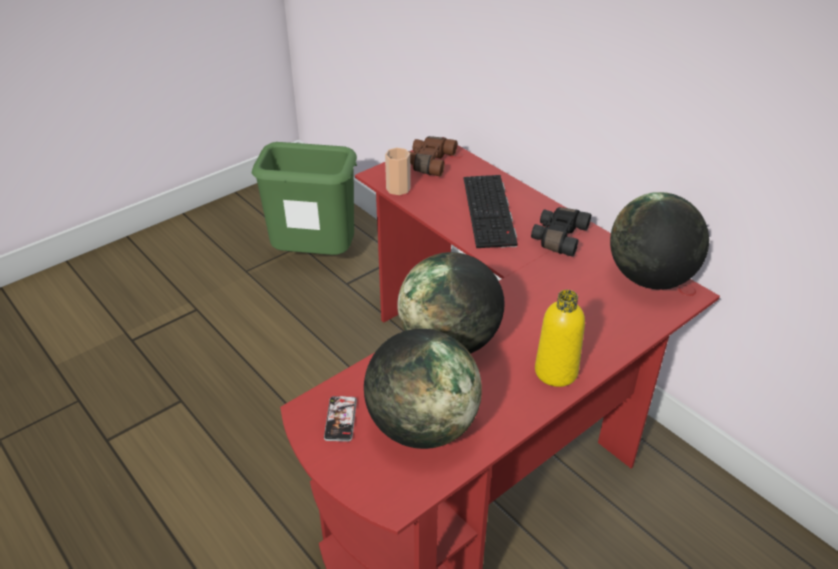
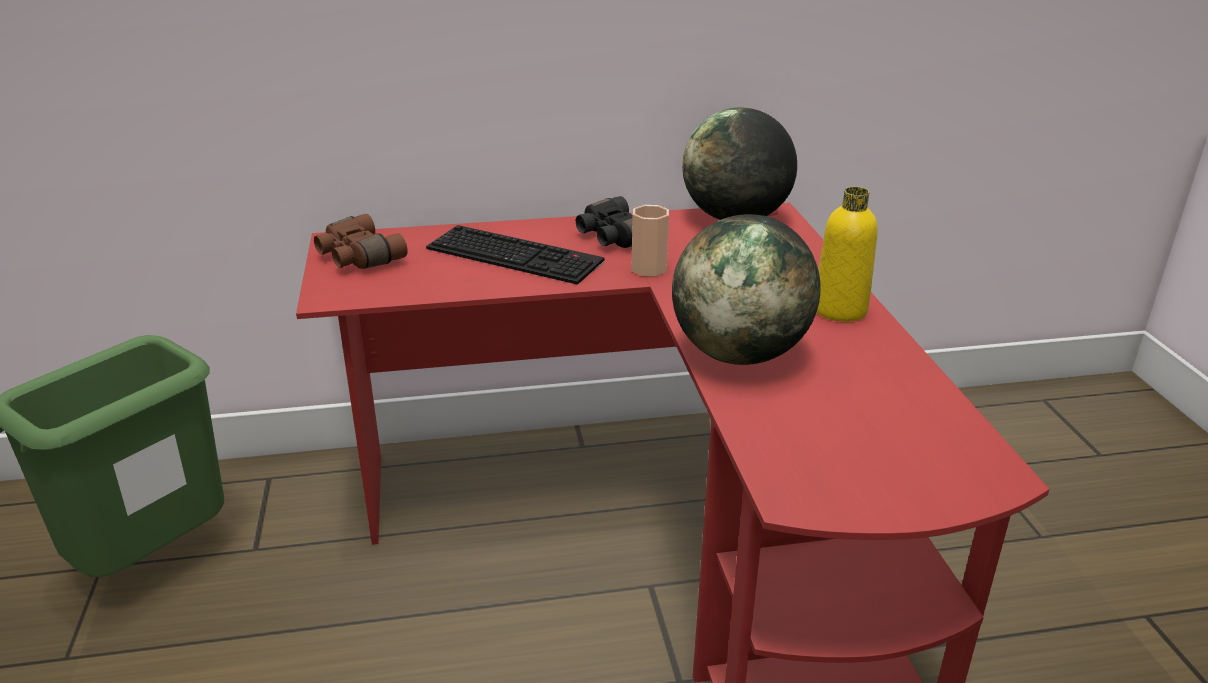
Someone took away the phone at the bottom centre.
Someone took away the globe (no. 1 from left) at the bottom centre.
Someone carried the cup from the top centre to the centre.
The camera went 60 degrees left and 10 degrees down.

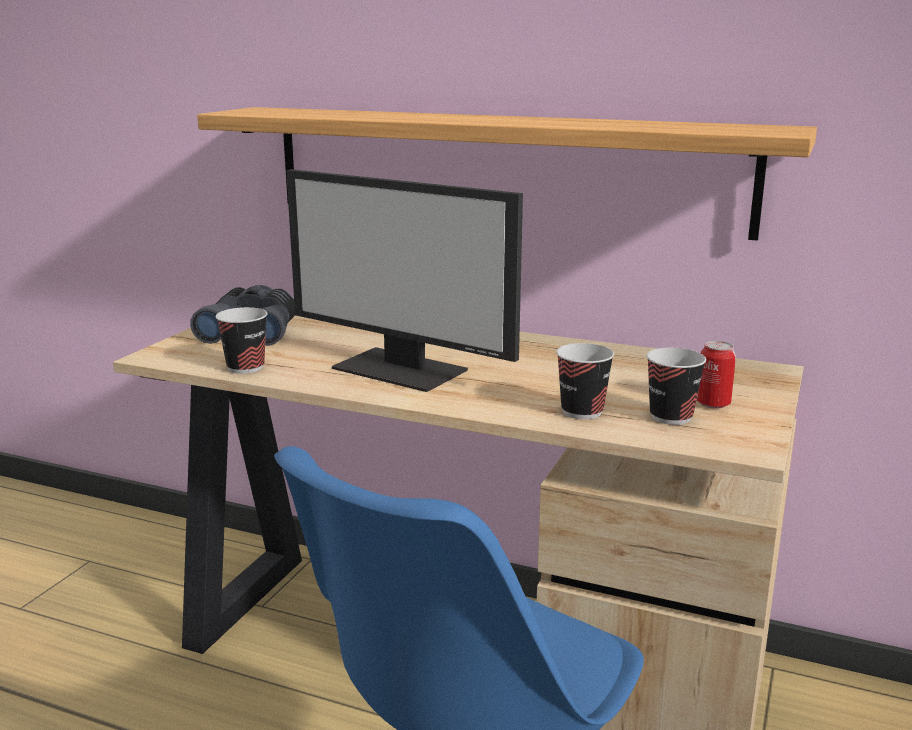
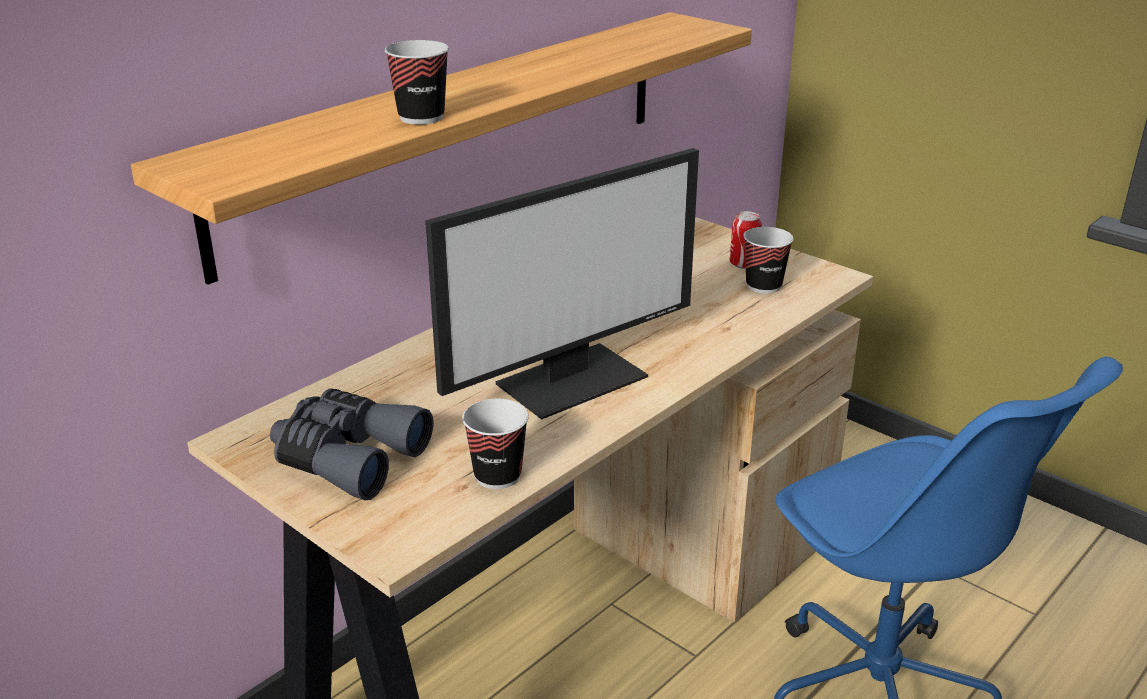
Someone carried the cup (no. 2 from left in the first image) from the centre to the top centre.
The camera went 70 degrees left and 10 degrees up.

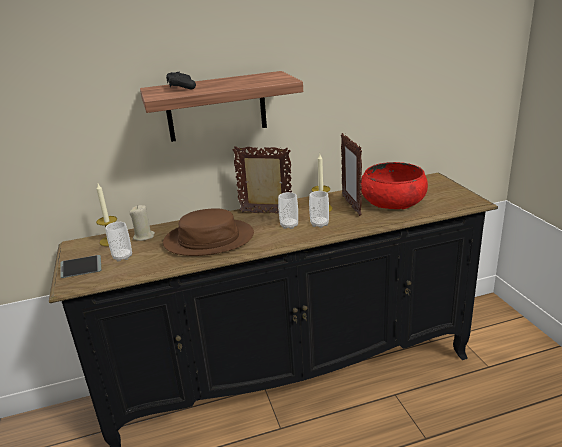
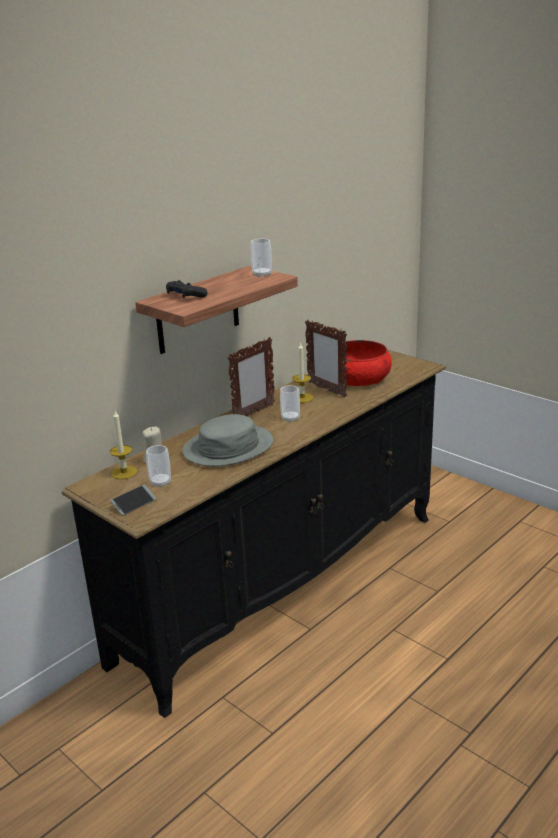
Someone carried the cup (no. 3 from left in the first image) from the centre to the top centre.
Someone repainted the brown hat at the centre, which became the grey hat at the centre.
Someone rotated the picture frame (no. 1 from left) at the centre by 150 degrees clockwise.
The camera went 30 degrees left and 0 degrees up.

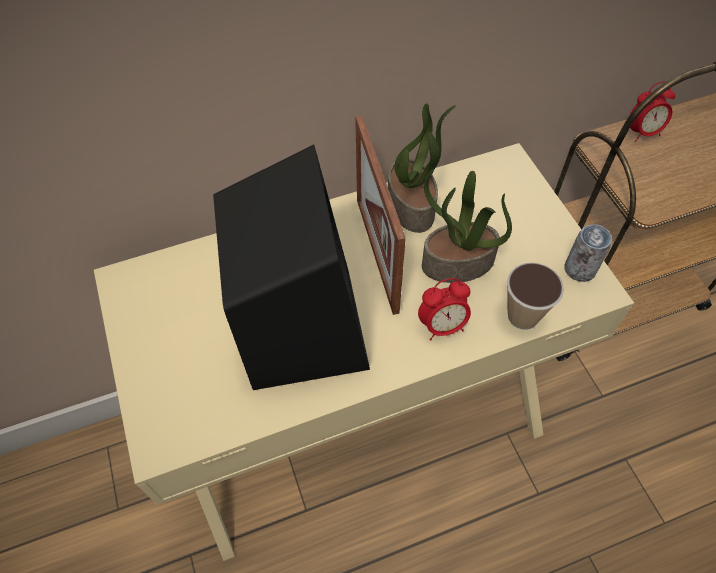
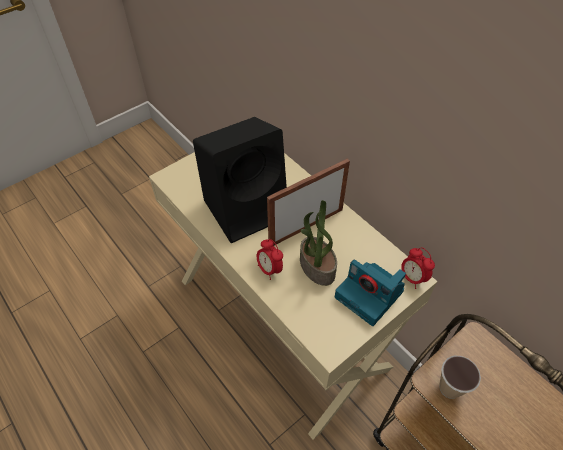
Someone took away the potted plant (no. 1 from left) at the top centre.
Someone took away the can at the middle right.
Someone put down the photo camera at the centre.
Someone carried the cup from the middle right to the bottom right.
Someone carried the alarm clock (no. 2 from left) from the top right to the middle right.
The camera went 70 degrees right and 5 degrees down.

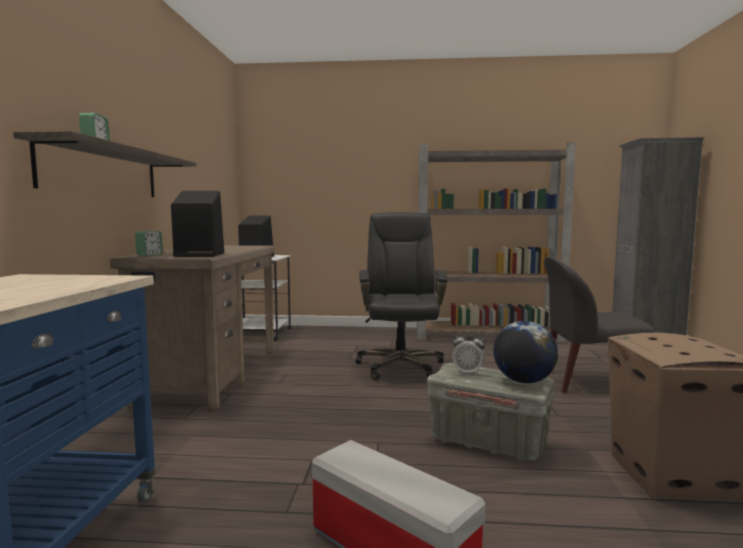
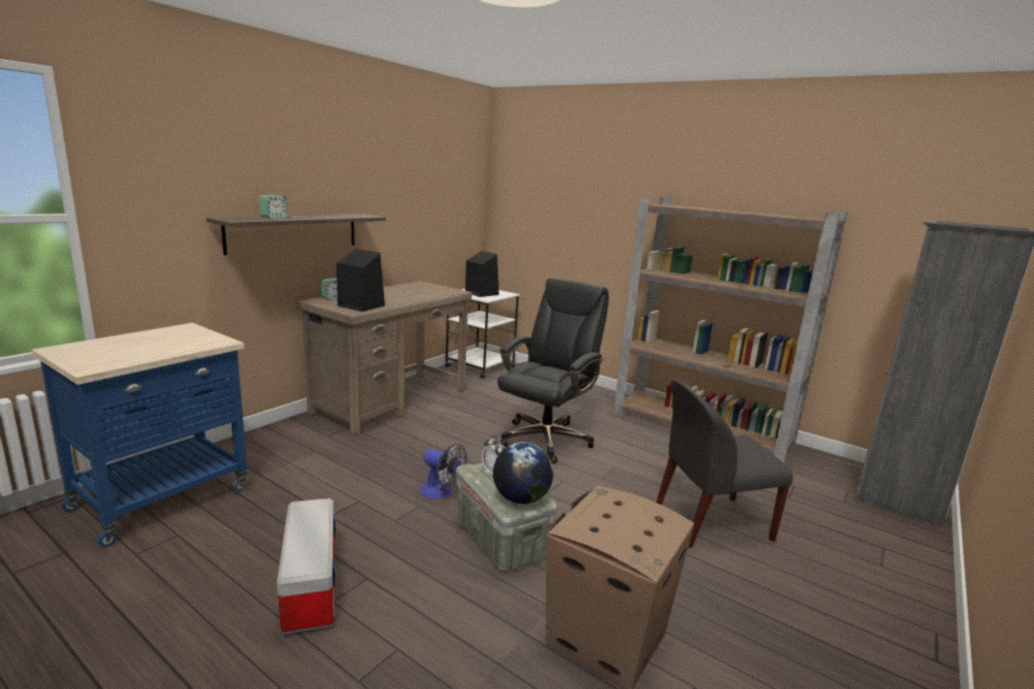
Someone put down the fan at the bottom centre.
Someone rotated the grey chair at the middle right by 45 degrees counterclockwise.
The camera went 30 degrees right and 10 degrees up.

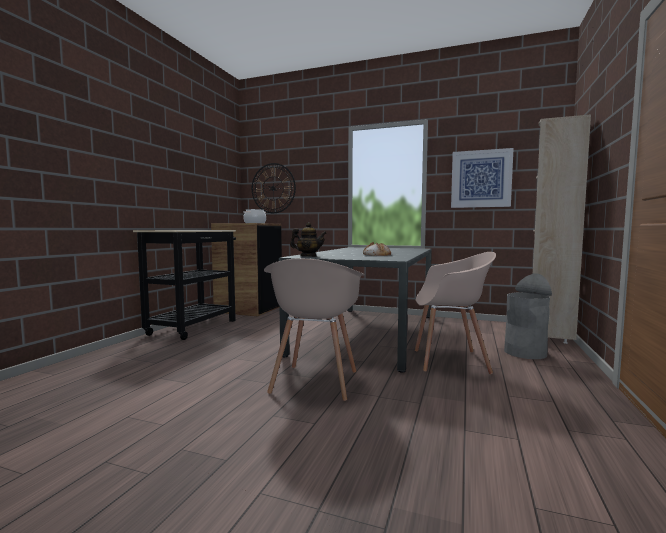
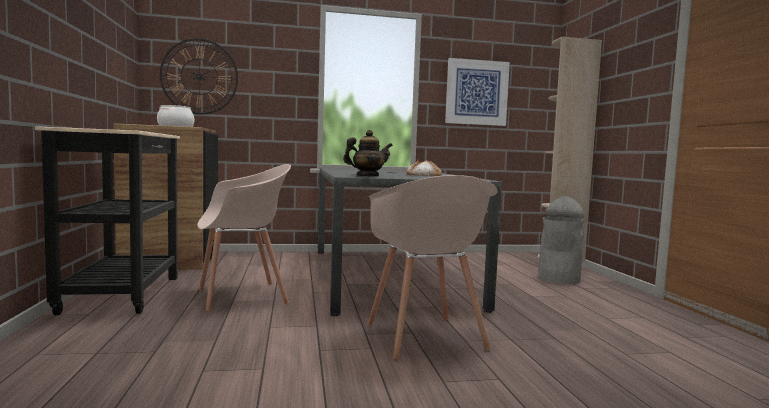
Someone carried the beige chair (no. 2 from left in the first image) from the middle right to the middle left.
The camera went 30 degrees left and 0 degrees up.

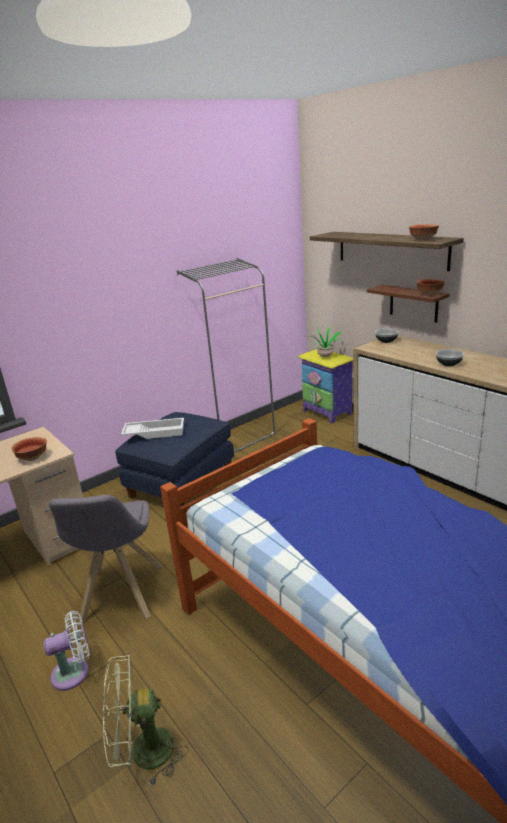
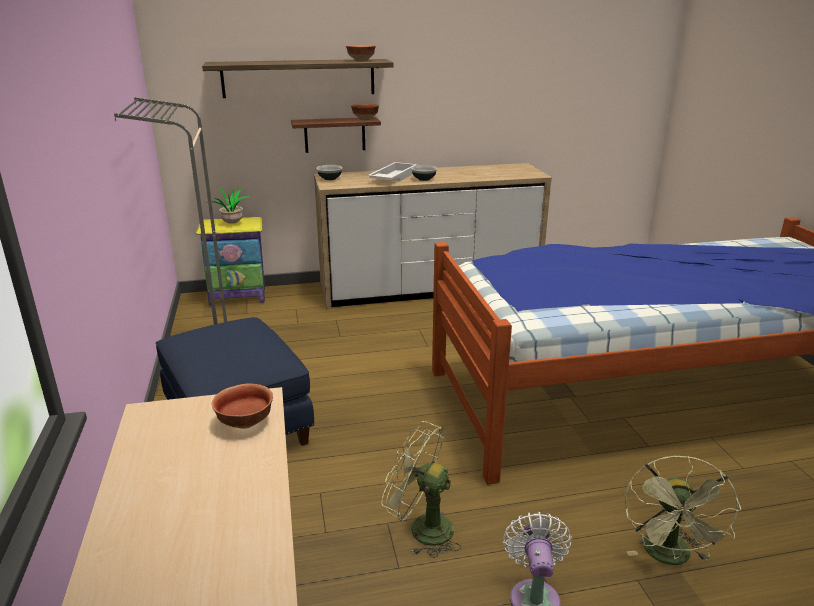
Someone carried the white tray from the middle left to the top centre.
Someone swapped the grey chair at the bottom left for the green fan (no. 1 from left) at the bottom centre.
The camera went 65 degrees left and 0 degrees up.

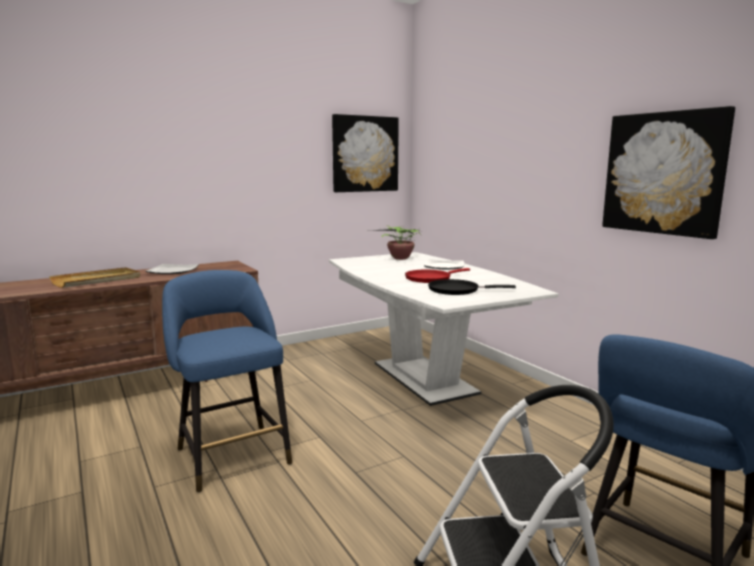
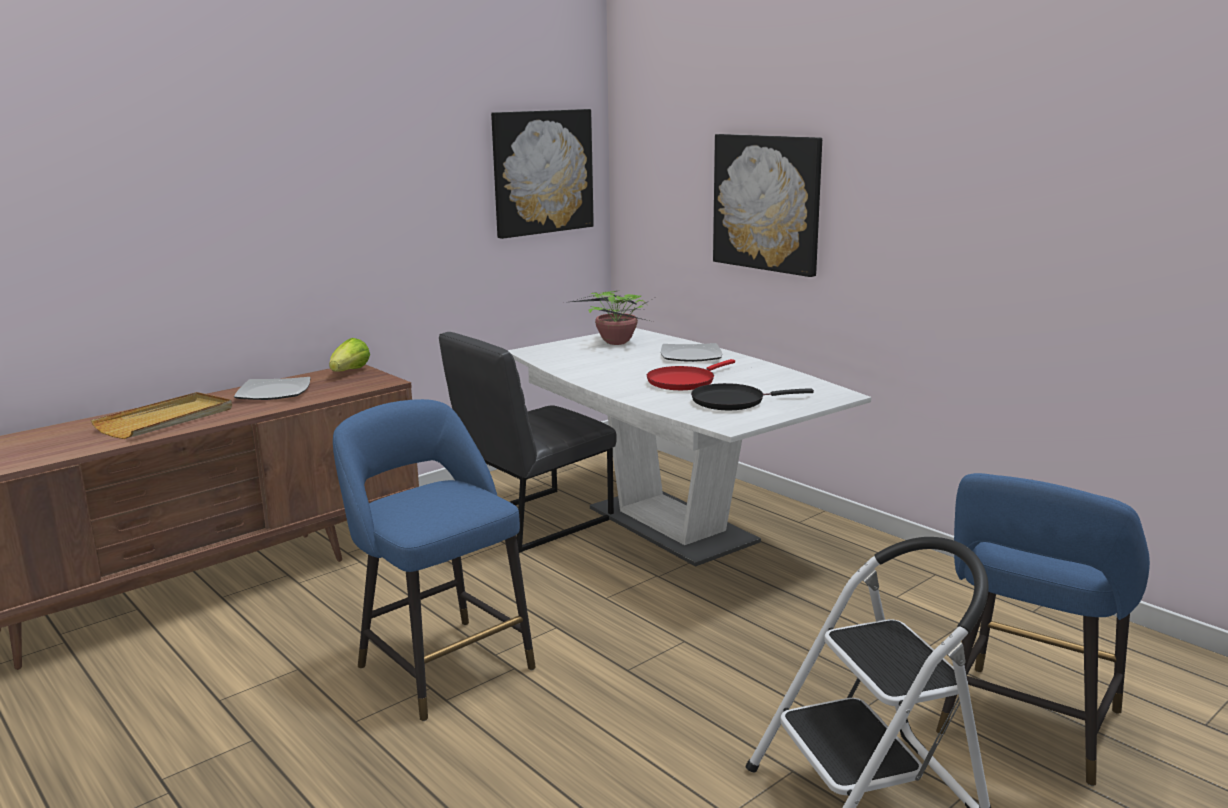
Someone put down the lettuce at the middle left.
Someone put down the grey chair at the centre.
Someone carried the picture (no. 2 from left) from the top right to the top centre.
The camera went 10 degrees left and 5 degrees up.

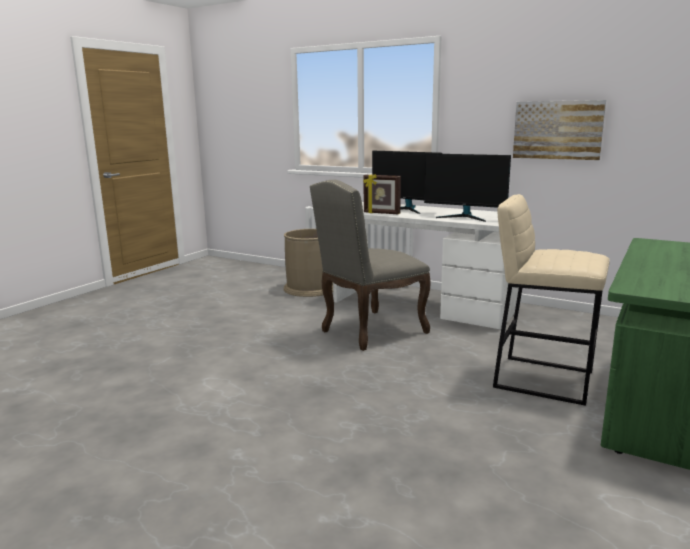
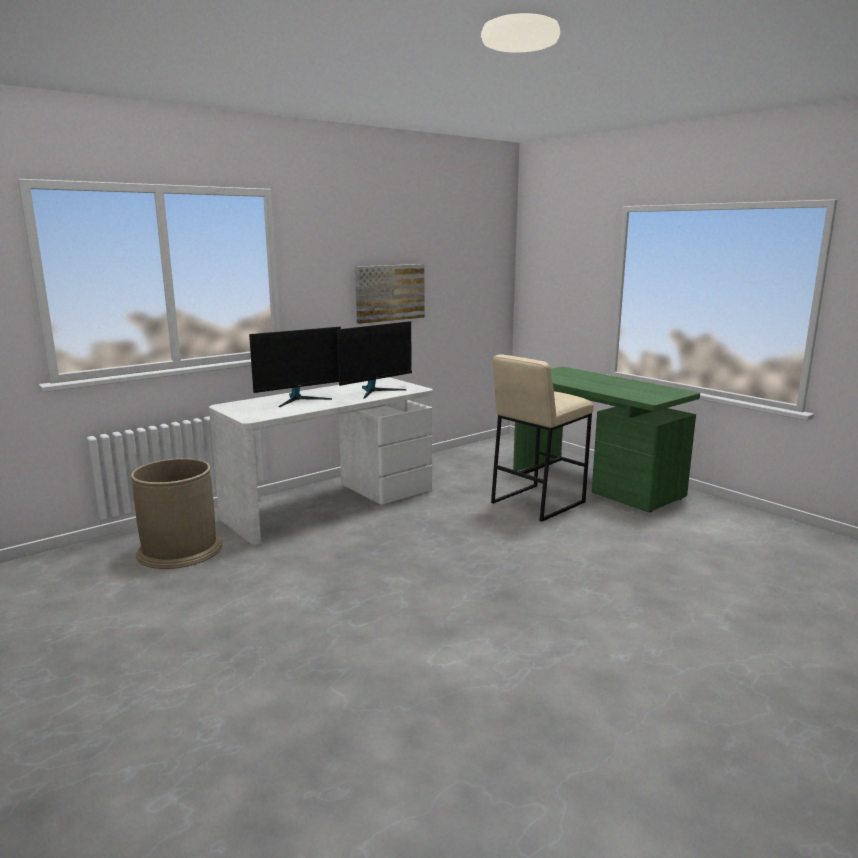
Someone took away the grey chair at the centre.
Someone took away the picture frame at the centre.
The camera went 70 degrees left and 0 degrees up.

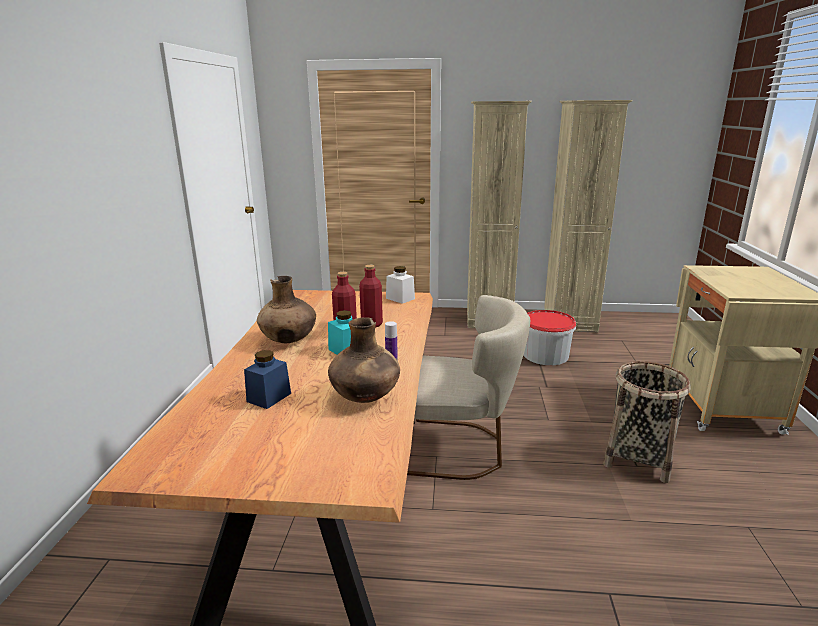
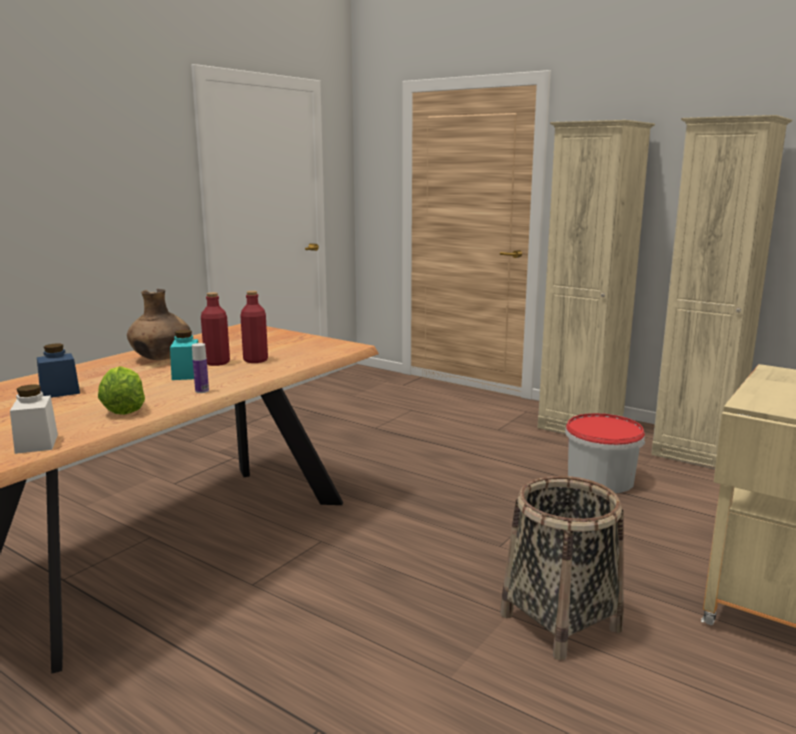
Someone took away the beige chair at the centre.
Someone carried the white jar from the centre to the middle left.
Someone swapped the brown vase (no. 2 from left) at the centre for the lettuce at the middle left.
The camera went 30 degrees right and 5 degrees down.

